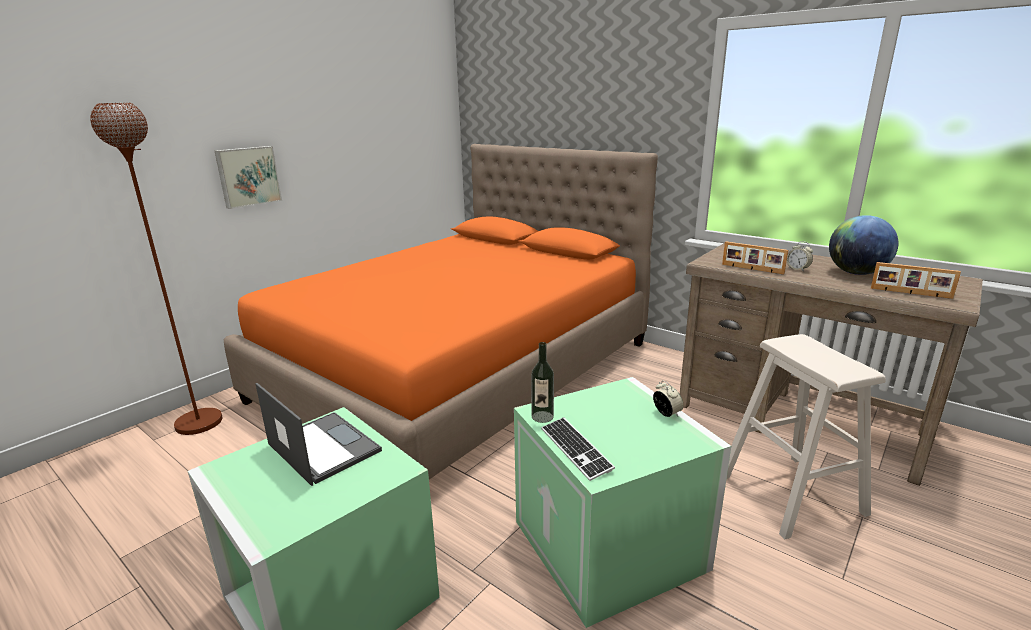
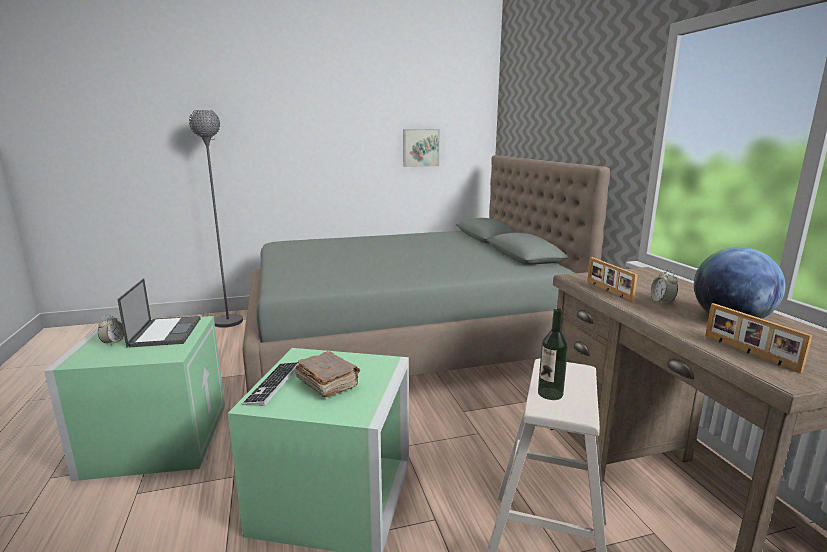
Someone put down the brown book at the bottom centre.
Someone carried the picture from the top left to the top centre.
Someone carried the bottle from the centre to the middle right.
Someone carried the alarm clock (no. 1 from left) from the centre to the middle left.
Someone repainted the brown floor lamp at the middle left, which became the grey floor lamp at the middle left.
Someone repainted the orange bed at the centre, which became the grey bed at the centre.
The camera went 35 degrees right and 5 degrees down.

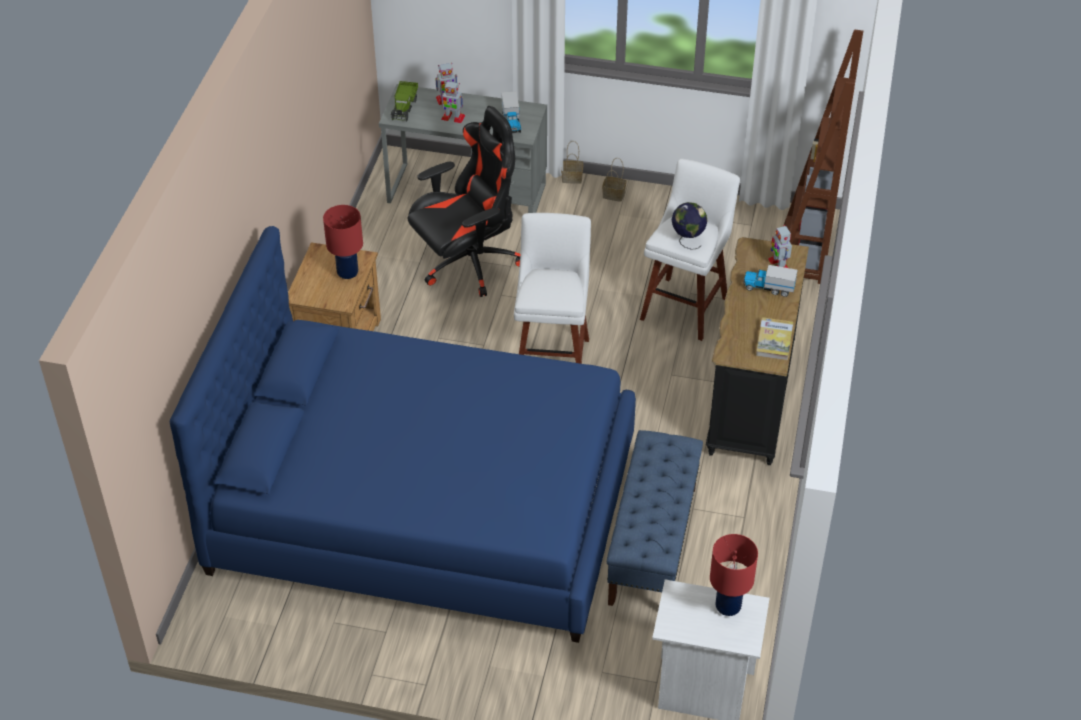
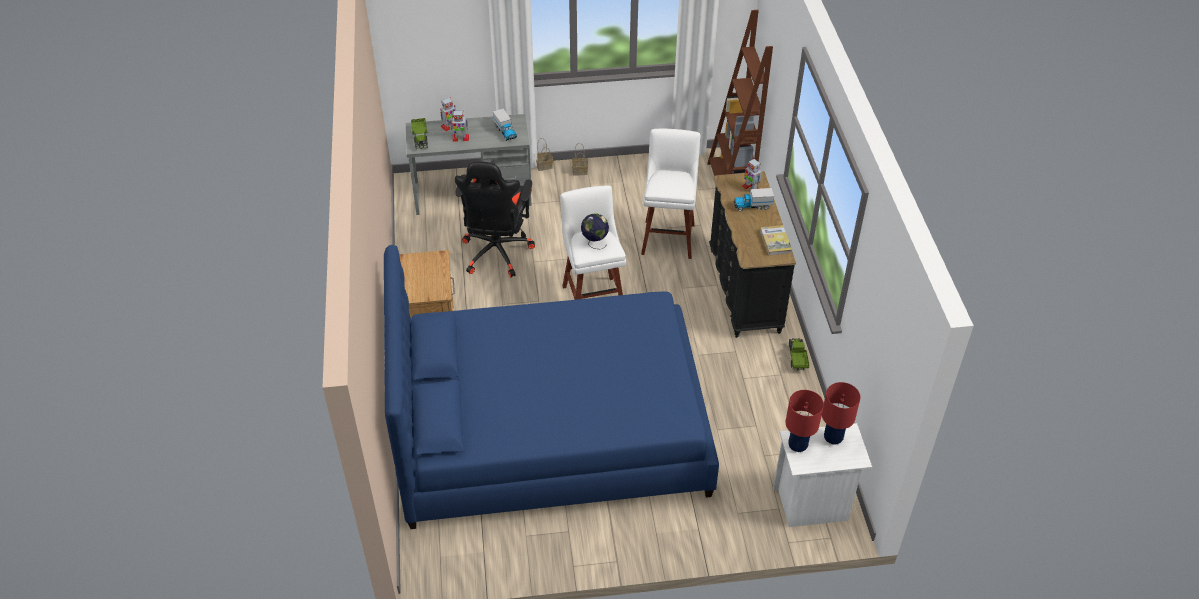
Someone took away the blue bench at the bottom centre.
Someone put down the toy truck (no. 4 from left) at the centre.
Someone carried the red table lamp (no. 1 from left) from the middle left to the bottom right.
Someone carried the globe from the top centre to the centre.
Someone rotated the black office chair at the top centre by 150 degrees clockwise.
The camera went 20 degrees left and 0 degrees up.

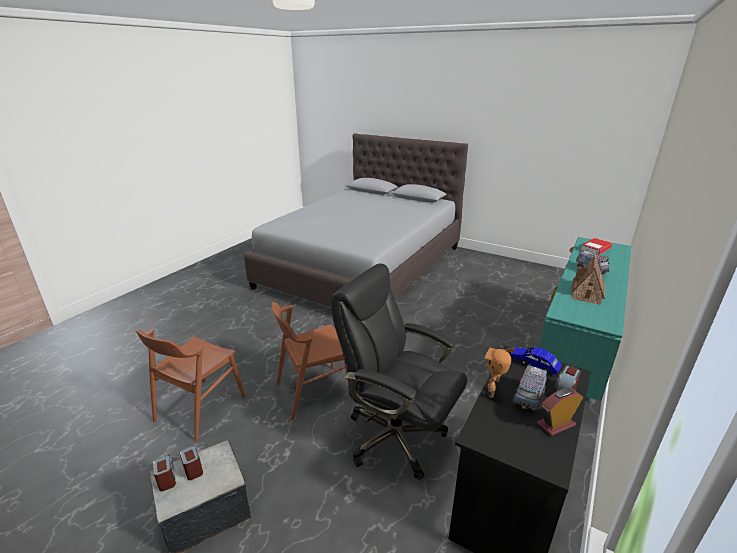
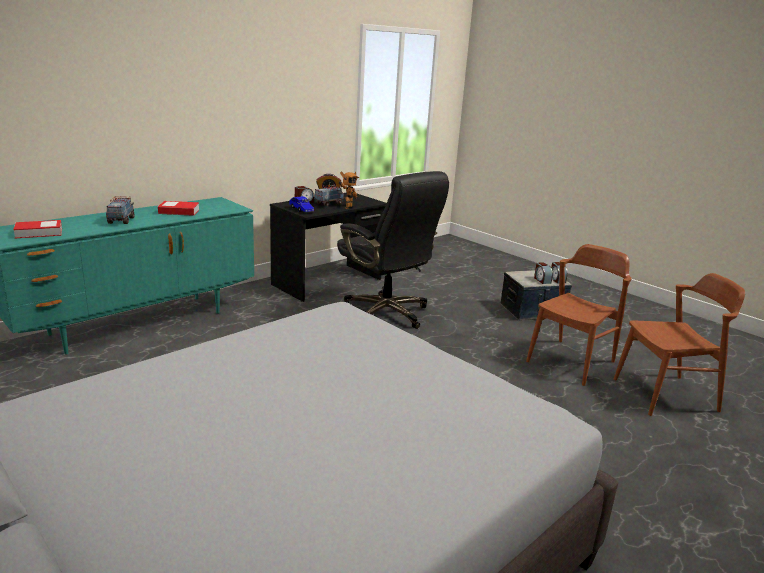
Someone carried the brown chair (no. 2 from left) from the centre to the middle right.
Someone swapped the toy house at the middle right for the book (no. 2 from left) at the middle left.
The camera went 165 degrees left and 5 degrees down.

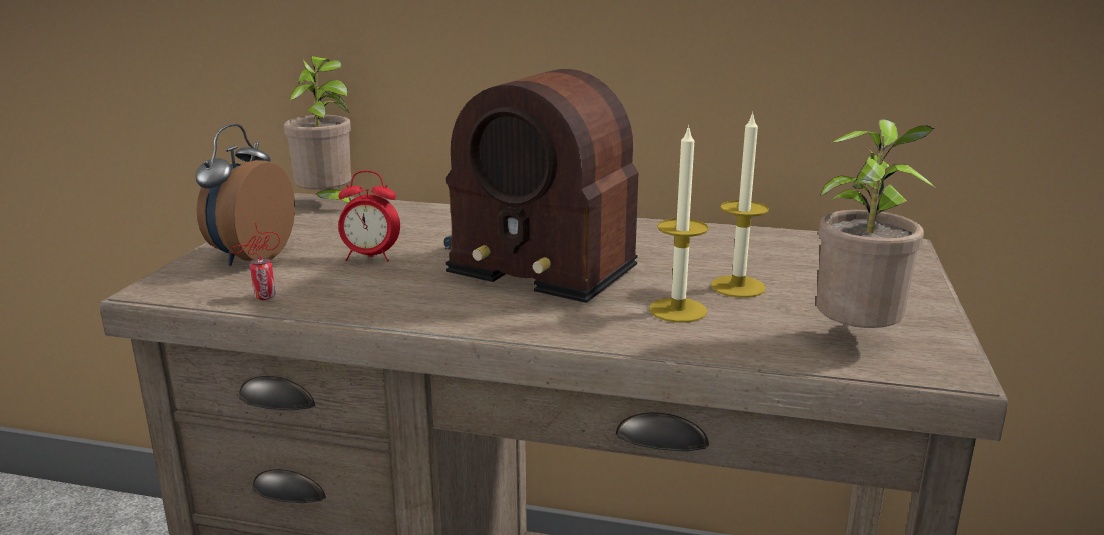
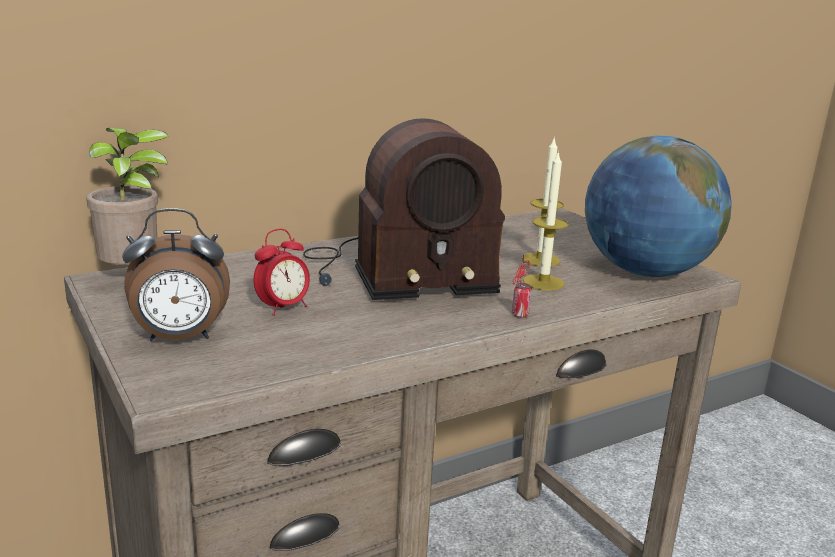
Someone carried the can from the middle left to the centre.
Someone swapped the potted plant (no. 2 from left) at the middle right for the globe at the middle right.
Someone rotated the alarm clock (no. 1 from left) at the middle left by 75 degrees counterclockwise.
The camera went 45 degrees left and 0 degrees up.

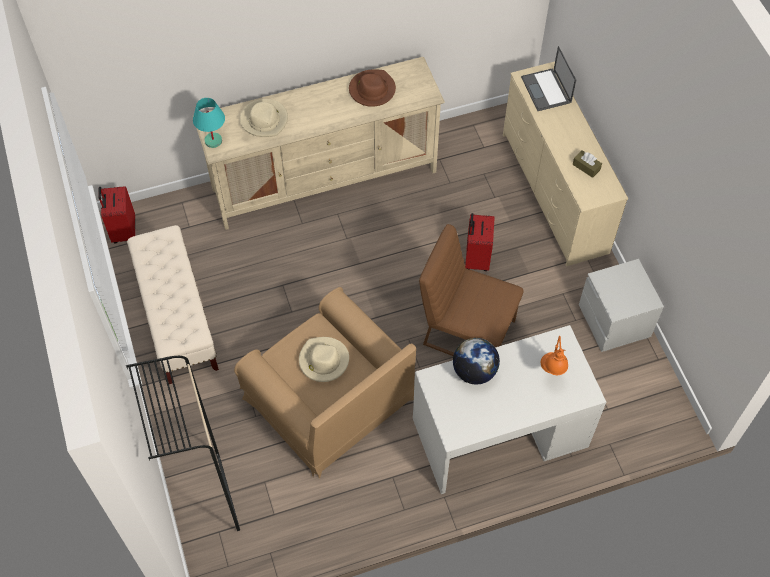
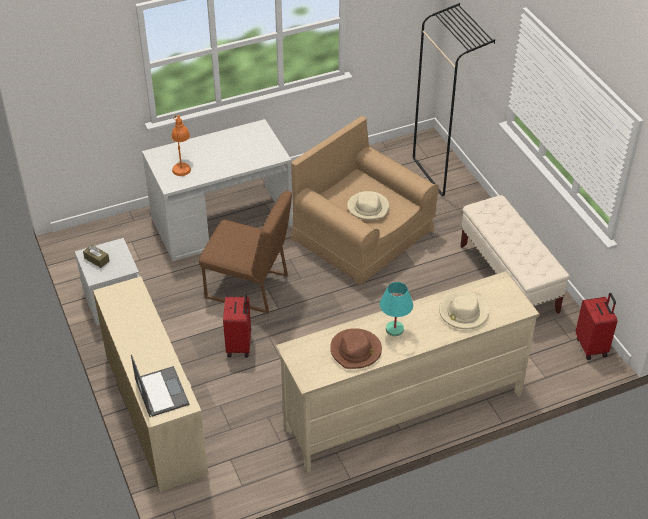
Someone took away the globe at the centre.
Someone carried the turquoise table lamp from the top left to the centre.
Someone carried the brown tissue box from the top right to the middle left.
The camera went 175 degrees right and 15 degrees down.

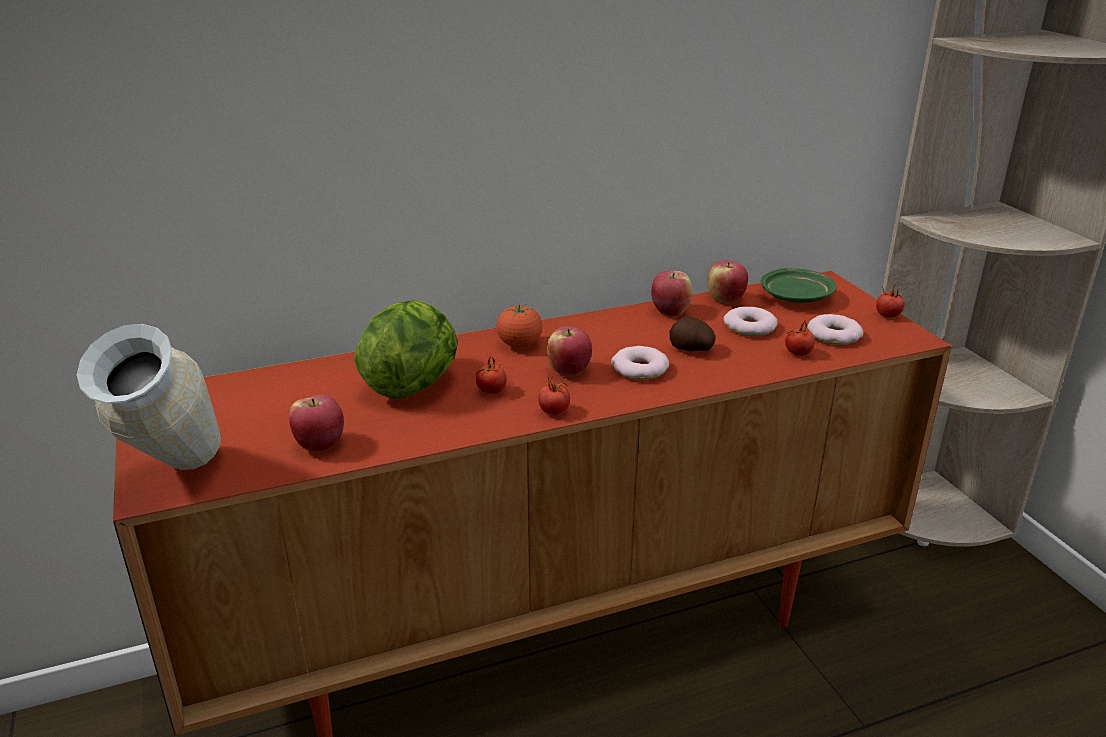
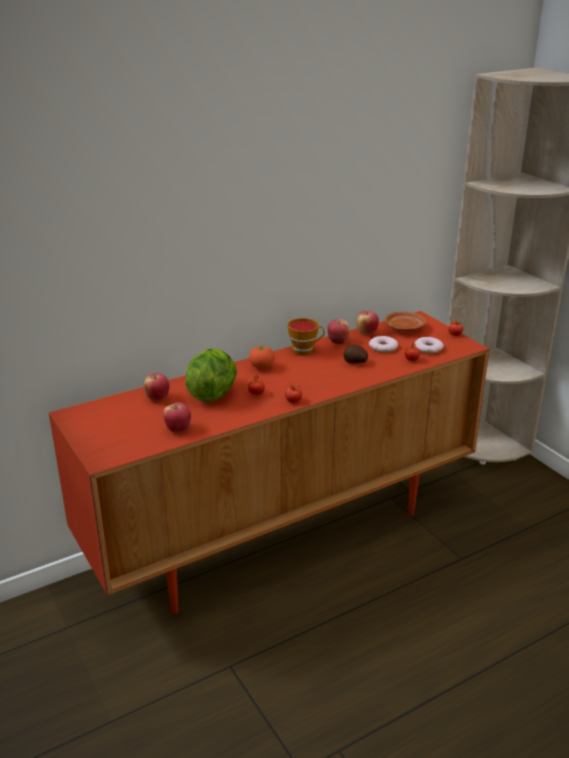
Someone took away the vase at the middle left.
Someone took away the donut (no. 1 from left) at the centre.
Someone put down the cup at the centre.
Someone carried the apple (no. 2 from left in the first image) from the centre to the middle left.
Someone repainted the green plate at the middle right, which became the brown plate at the middle right.
The camera went 10 degrees left and 0 degrees up.

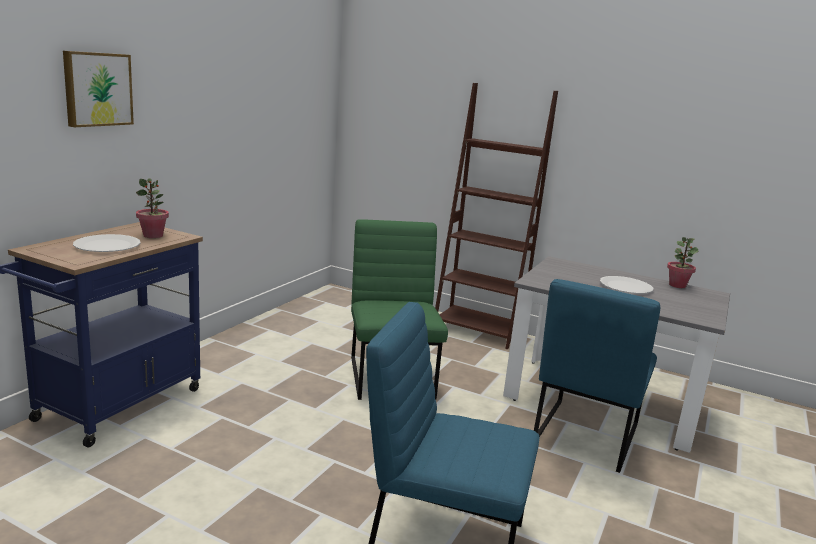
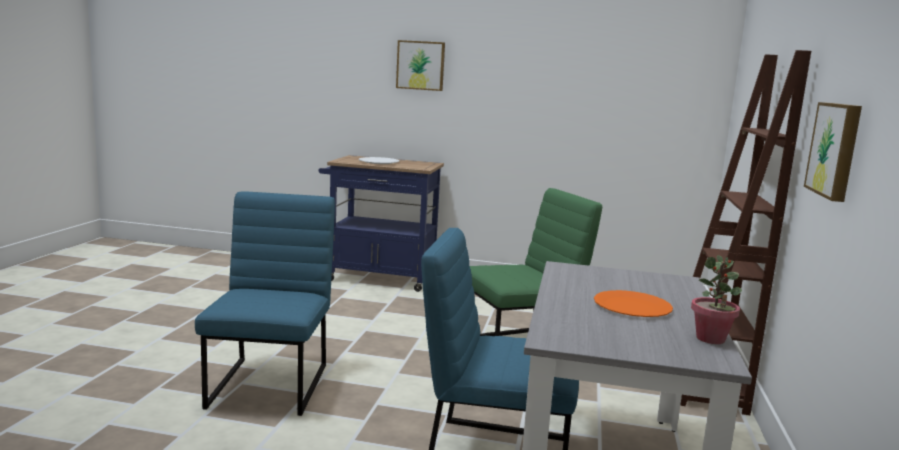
Someone took away the potted plant (no. 1 from left) at the middle left.
Someone put up the picture (no. 2 from left) at the middle right.
Someone repainted the white plate (no. 2 from left) at the middle right, which became the orange plate at the bottom right.
The camera went 75 degrees right and 5 degrees down.

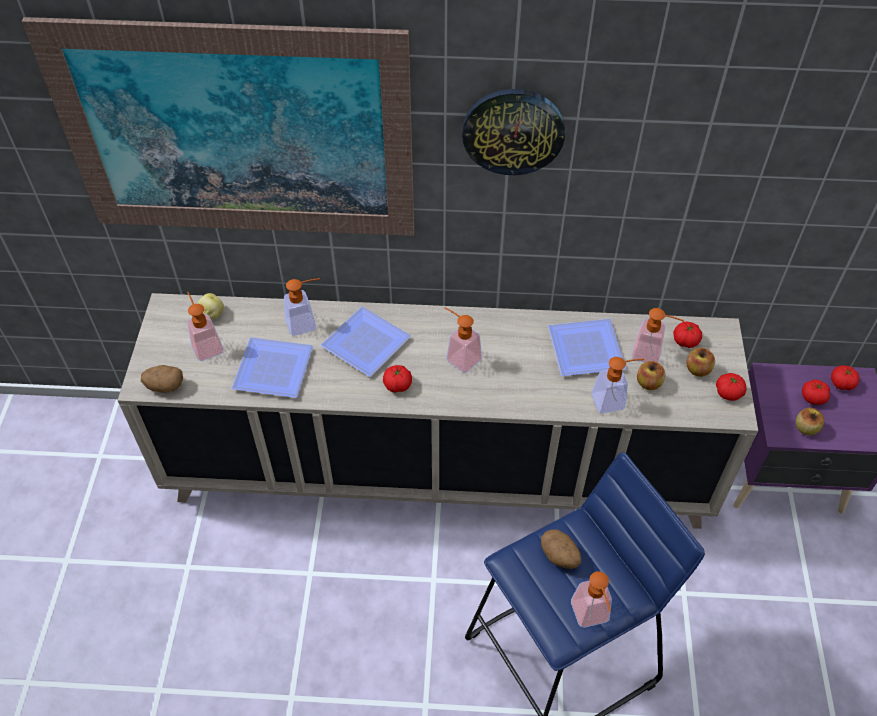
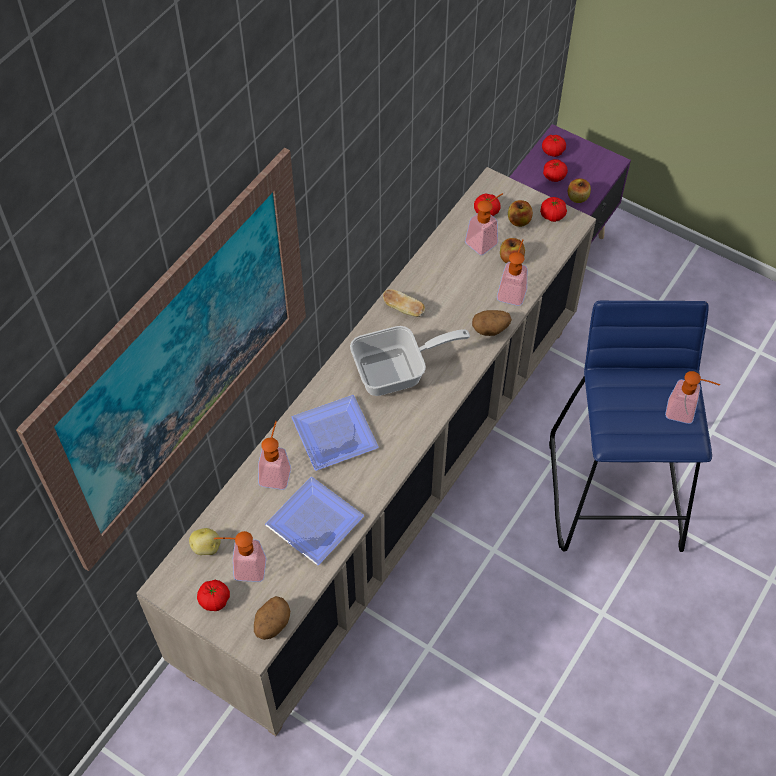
Someone took away the wall clock at the top centre.
Someone took away the plate (no. 3 from left) at the middle right.
Someone put down the bread at the centre.
Someone carried the tomato (no. 1 from left) from the centre to the bottom left.
Someone carried the potato (no. 3 from left) from the bottom centre to the centre.
Someone swapped the soap dispenser (no. 3 from left) at the centre for the frying pan at the centre.
The camera went 60 degrees left and 5 degrees up.

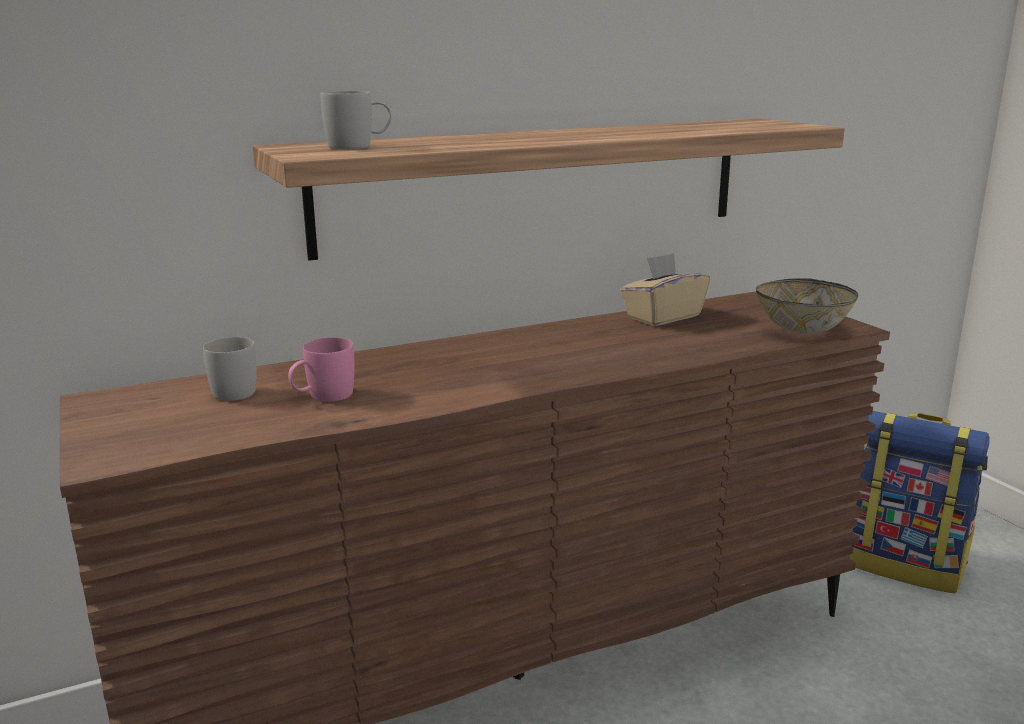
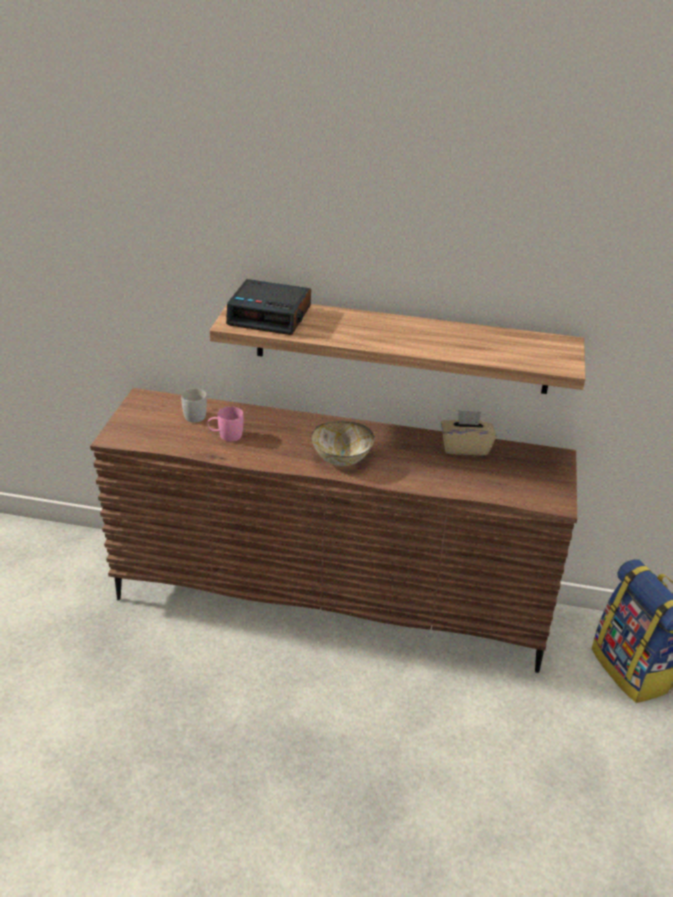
Someone carried the bowl from the middle right to the centre.
Someone swapped the white mug (no. 2 from left) at the top centre for the alarm clock at the centre.
The camera went 35 degrees right and 15 degrees up.

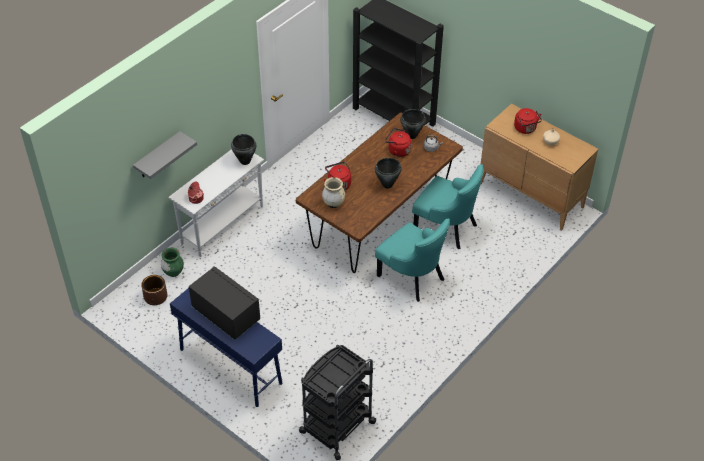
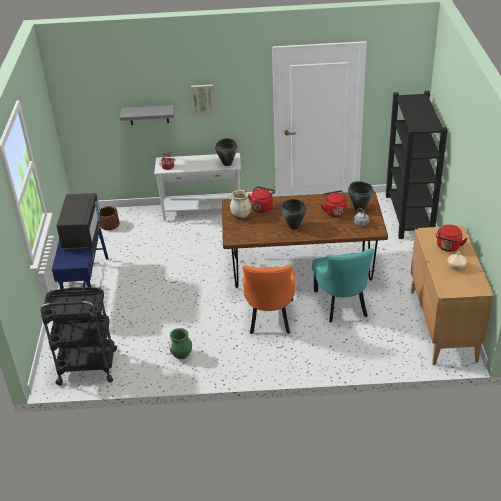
Someone put up the picture at the top centre.
Someone carried the green vase from the middle left to the bottom centre.
Someone repainted the turquoise chair (no. 1 from left) at the centre, which became the orange chair at the centre.
The camera went 50 degrees right and 10 degrees down.

